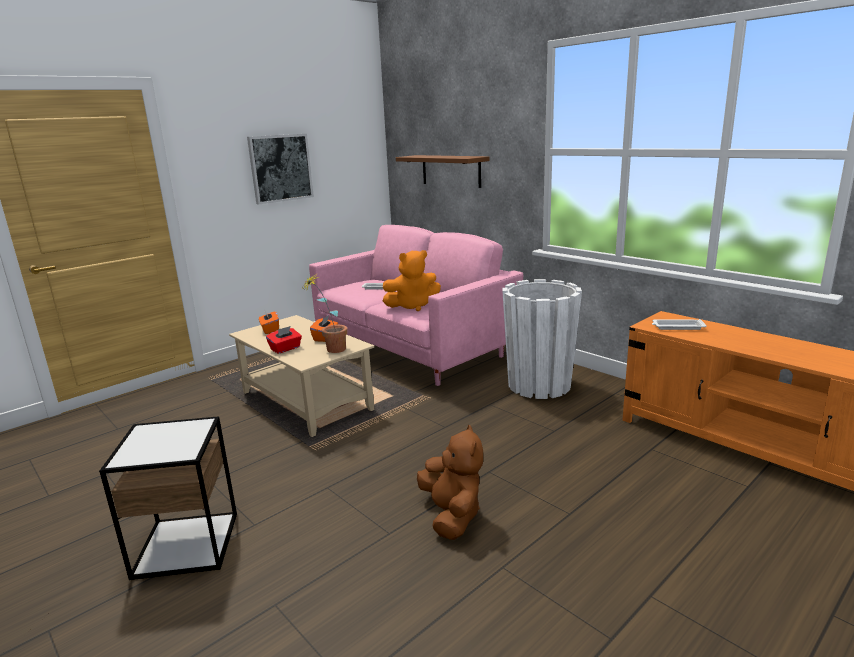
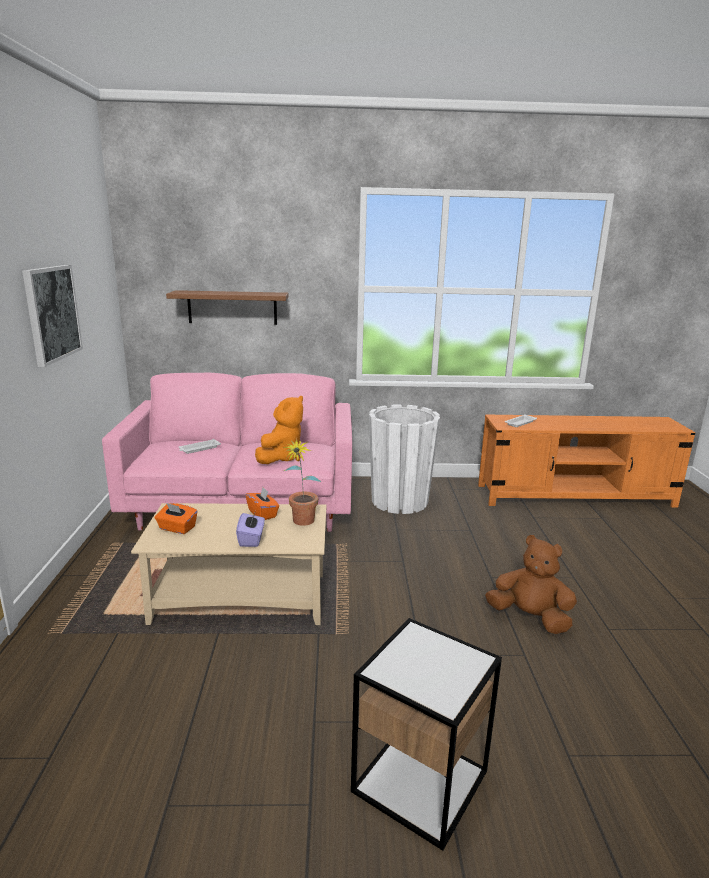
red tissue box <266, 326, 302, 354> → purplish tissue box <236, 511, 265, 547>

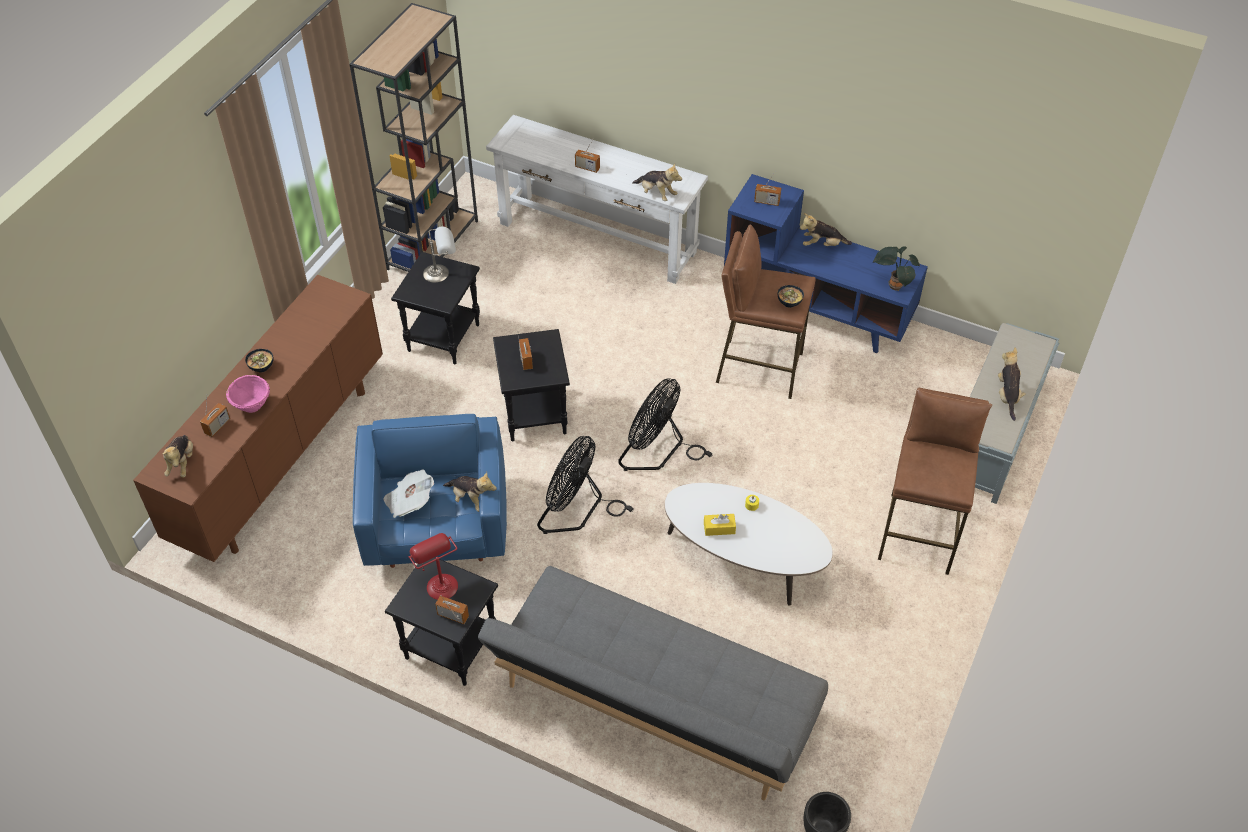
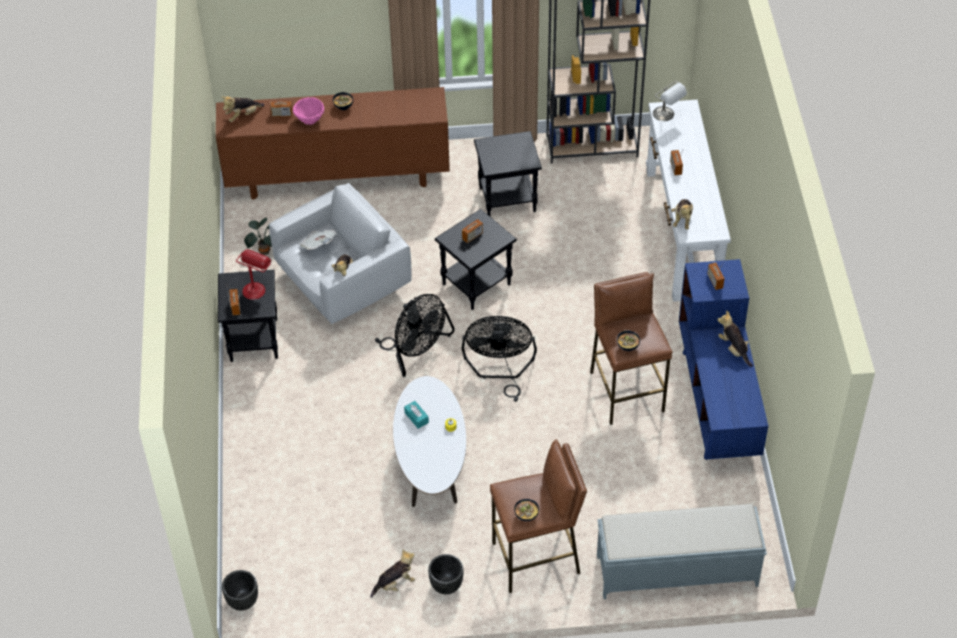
houseplant <873, 247, 920, 291> → houseplant <244, 218, 272, 255>, relocated
bluish armchair <353, 414, 507, 568> → white armchair <269, 183, 412, 324>
plush toy <998, 347, 1026, 421> → plush toy <370, 550, 415, 598>, relocated
black-coloured cooling fan <537, 436, 634, 534> → black-coloured cooling fan <375, 294, 455, 377>, 135 degrees clockwise
yellowish tissue box <704, 514, 736, 536> → blue-green tissue box <404, 401, 429, 429>
- → black-coloured planter <428, 554, 463, 594>
- → bowl <514, 499, 539, 521>
white table lamp <423, 227, 456, 283> → white table lamp <653, 81, 687, 121>, relocated
gray sofa <478, 566, 828, 800> → -

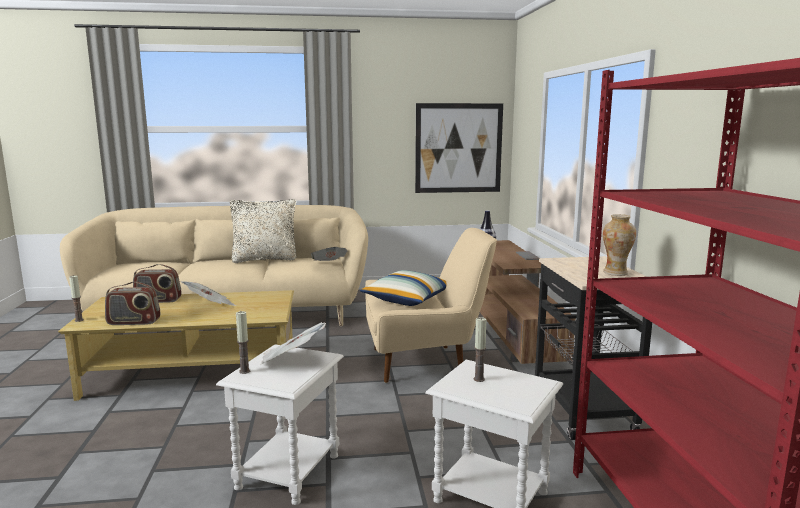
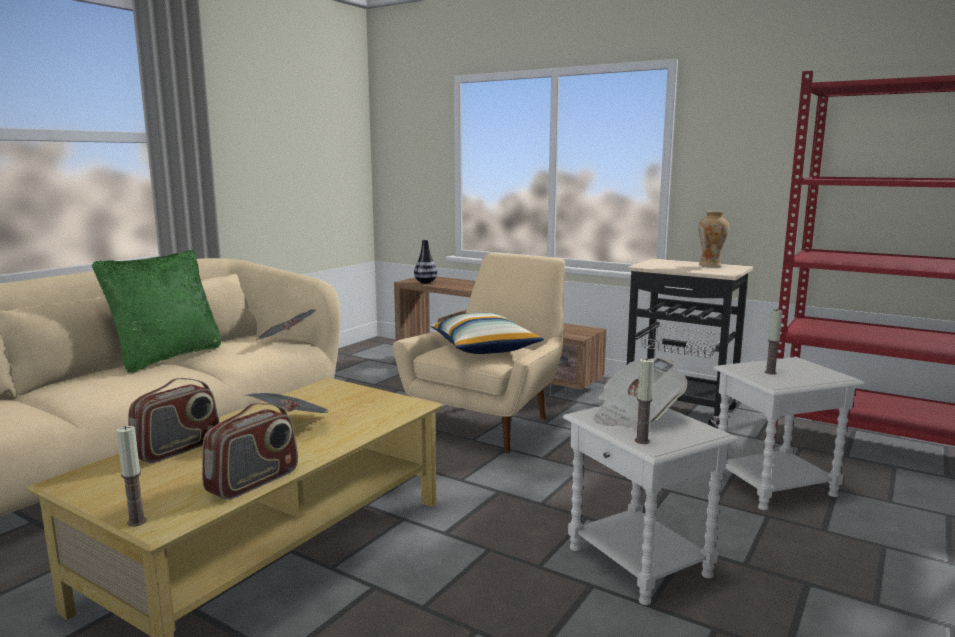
beige-coloured pillow <230, 199, 297, 263> → green pillow <92, 250, 221, 373>
wall picture <415, 103, 503, 193> → -

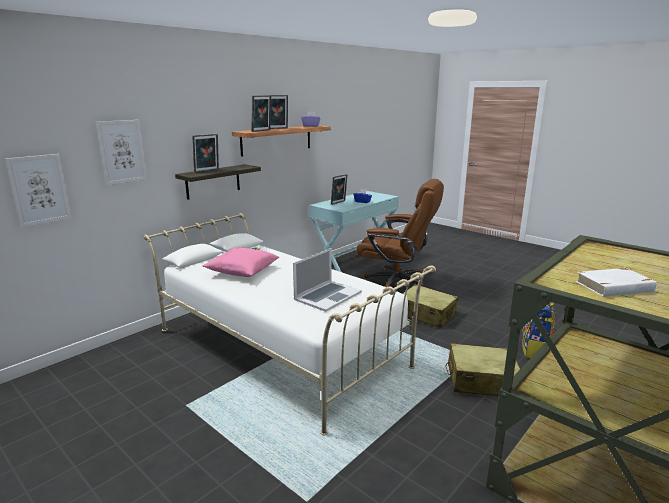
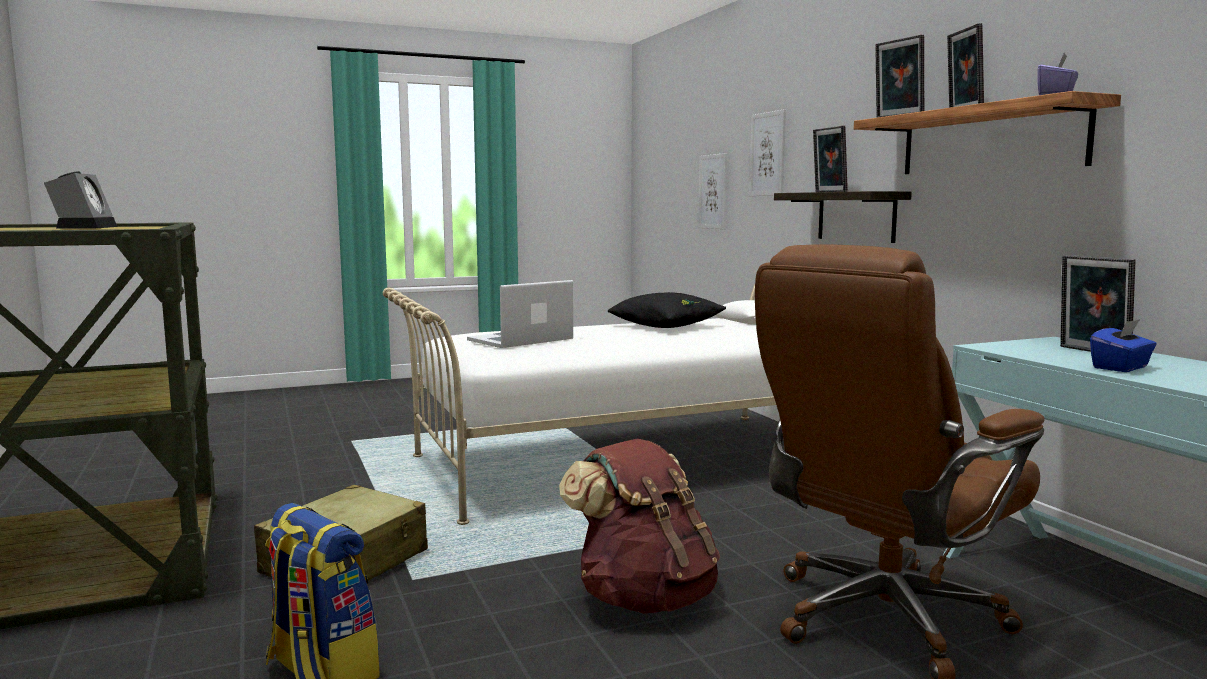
white bound book <576, 268, 657, 297> → bedside clock <44, 171, 117, 229>
notebook computer <293, 248, 362, 312> → notebook computer <467, 280, 573, 348>, 75 degrees clockwise
beige-coloured travel case <402, 284, 458, 328> → brown knapsack <559, 439, 720, 614>
pink-coloured pillow <203, 247, 279, 277> → black-coloured pillow <608, 292, 726, 328>

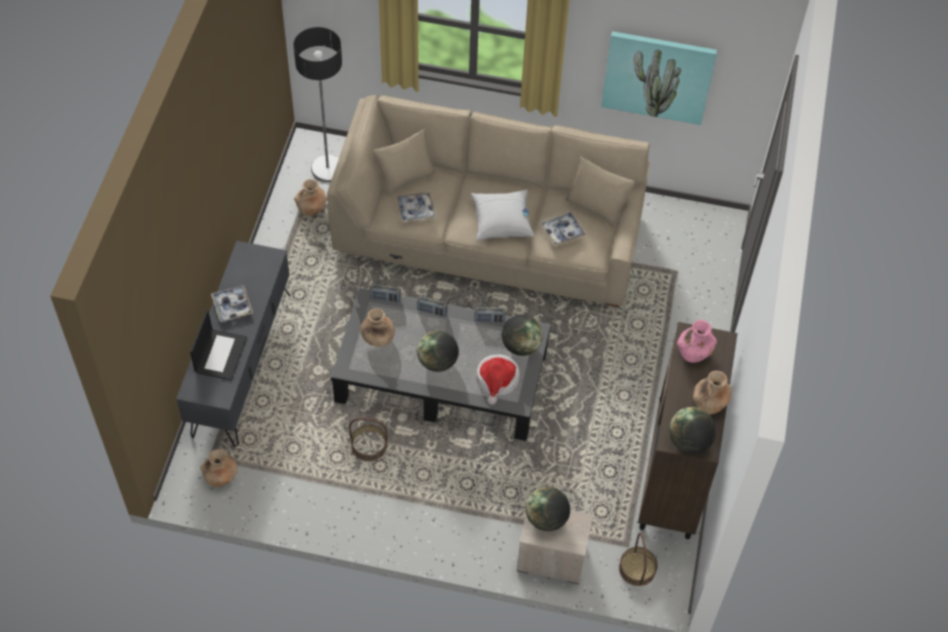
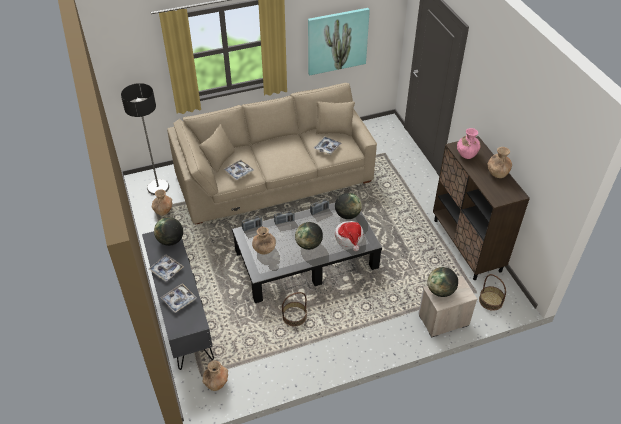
desk globe <669, 407, 716, 454> → desk globe <154, 217, 183, 246>, relocated
notebook computer <190, 310, 247, 380> → carrying tray <161, 283, 197, 313>
gray pillow <471, 189, 534, 240> → -

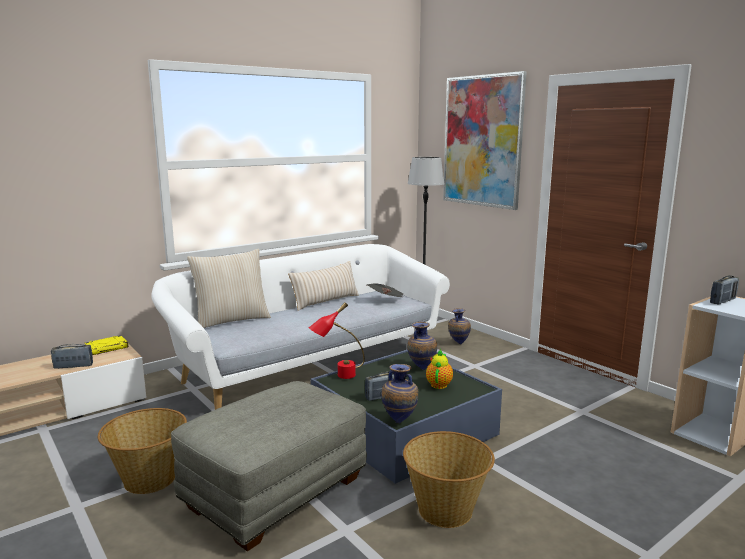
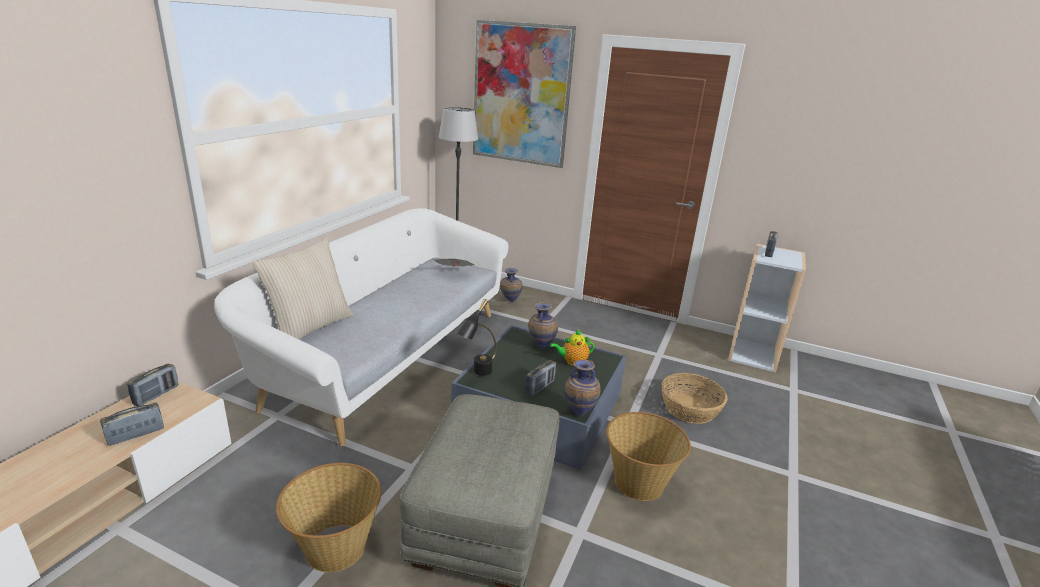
yellowish bound book <85, 335, 128, 355> → radio <127, 364, 178, 406>
red table lamp <309, 303, 365, 379> → black-coloured table lamp <454, 299, 497, 376>
tea pot <426, 349, 453, 389> → tea pot <550, 330, 594, 366>, 90 degrees counterclockwise
- → household basket <662, 373, 728, 424>
beige-coloured pillow <288, 261, 359, 311> → -

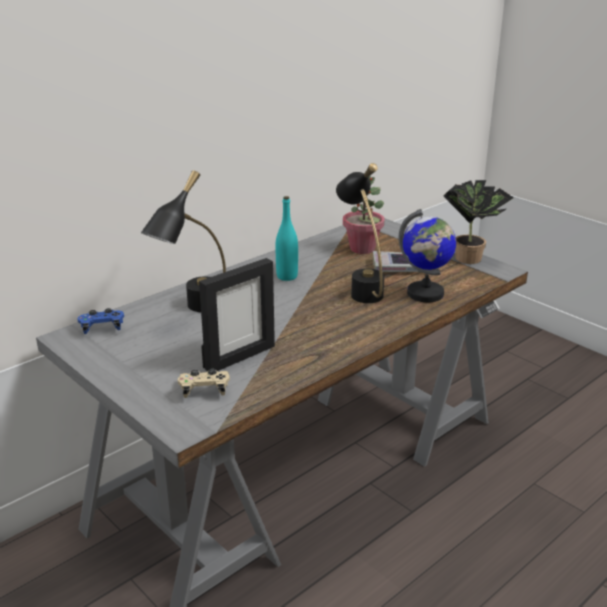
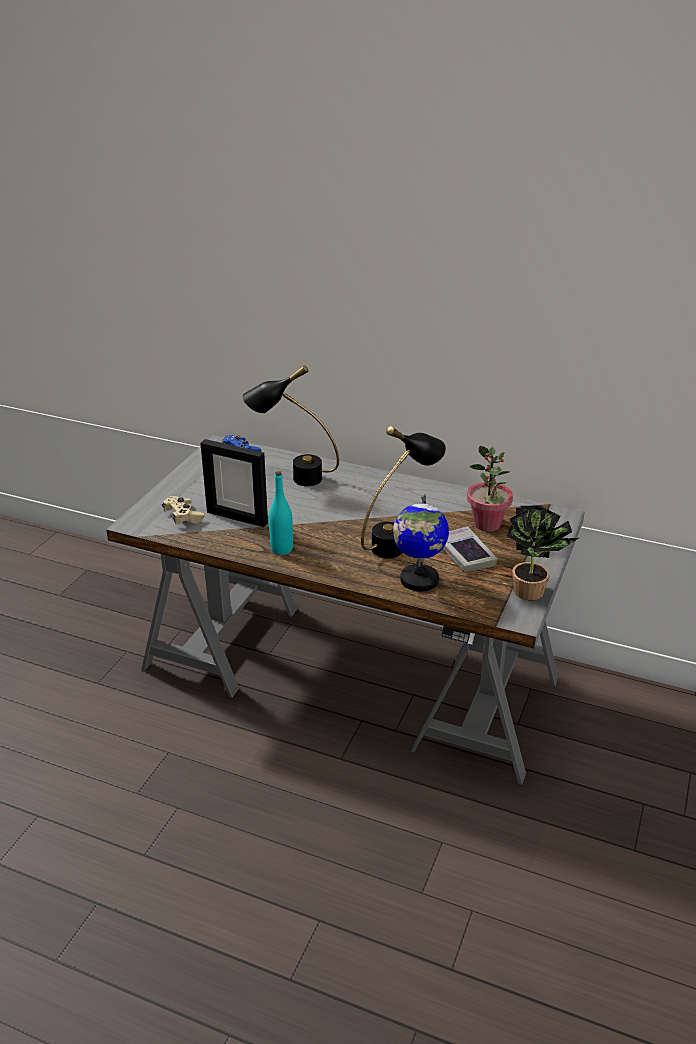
blue-green drink bottle <276, 196, 298, 281> → blue-green drink bottle <269, 471, 293, 555>, relocated

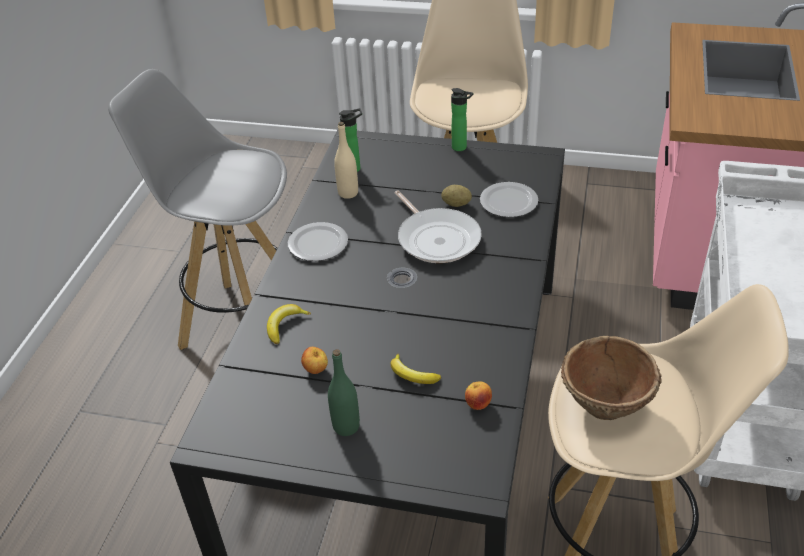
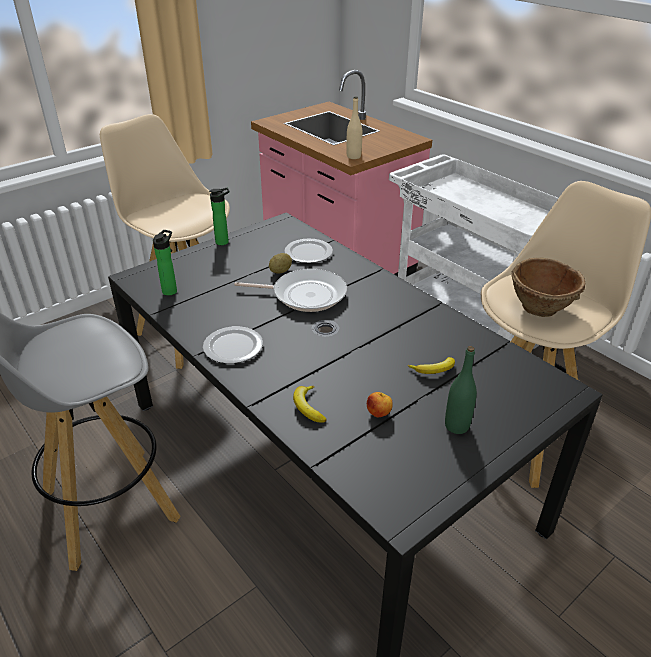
beige-coloured drink bottle <334, 122, 358, 199> → beige-coloured drink bottle <346, 96, 362, 159>, relocated
apple <465, 381, 492, 410> → -

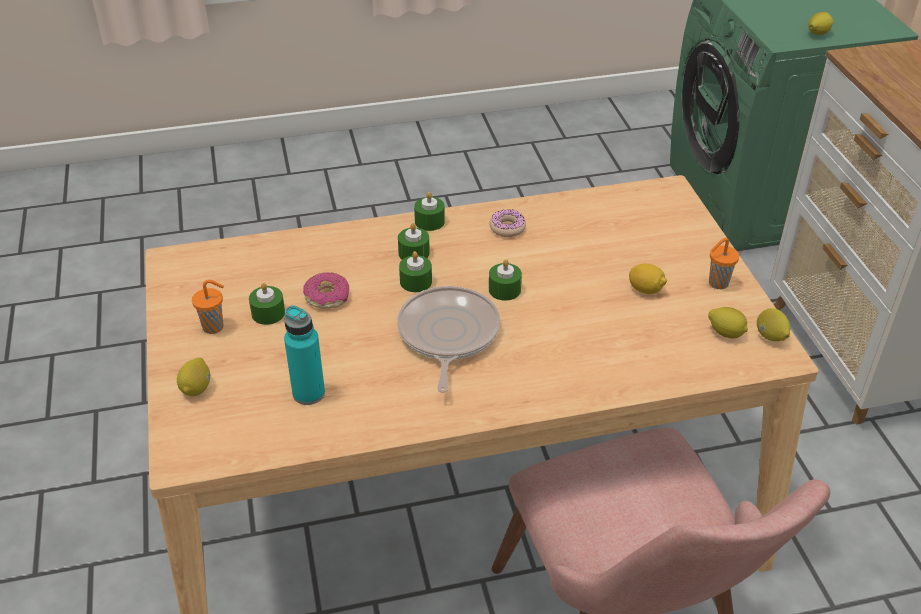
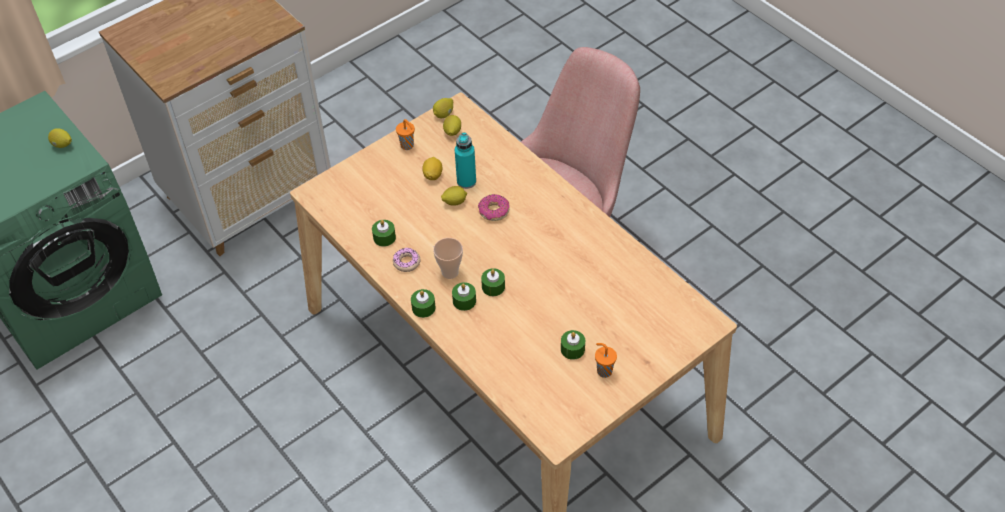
green candle <489, 259, 522, 301> → green candle <372, 220, 396, 247>, relocated
- → drinking cup <433, 238, 463, 279>
whole lemon <177, 358, 210, 396> → whole lemon <441, 186, 467, 206>, relocated
blue-green drink bottle <284, 305, 325, 405> → blue-green drink bottle <455, 132, 476, 189>, relocated
doughnut <303, 272, 349, 309> → doughnut <478, 194, 510, 221>, relocated
pan <397, 286, 500, 393> → -

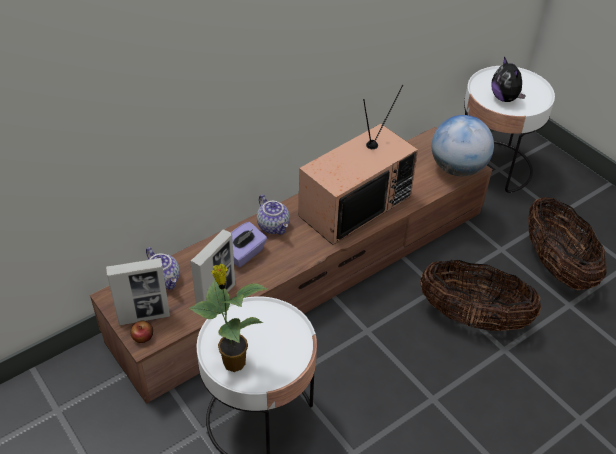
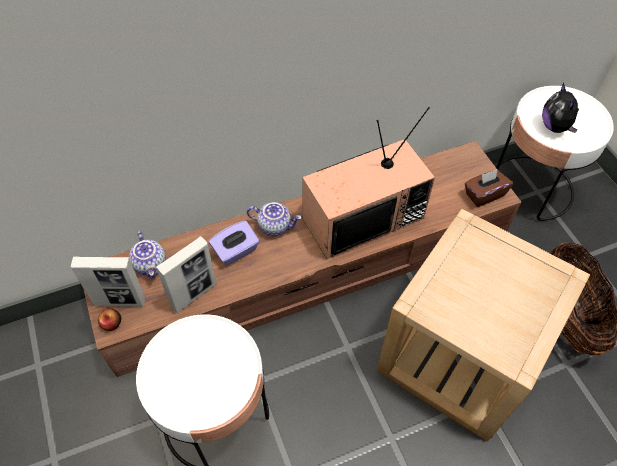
tea pot <257, 195, 290, 235> → tea pot <247, 202, 302, 236>, 60 degrees counterclockwise
household basket <420, 259, 542, 331> → beige-coloured accent table <377, 209, 590, 442>
desk globe <432, 115, 494, 177> → brown tissue box <465, 169, 513, 207>
houseplant <188, 264, 267, 372> → -

